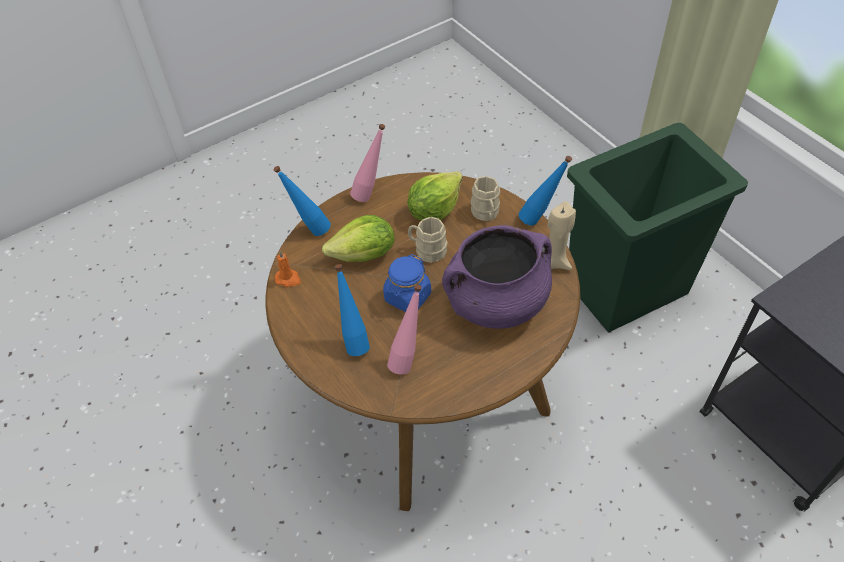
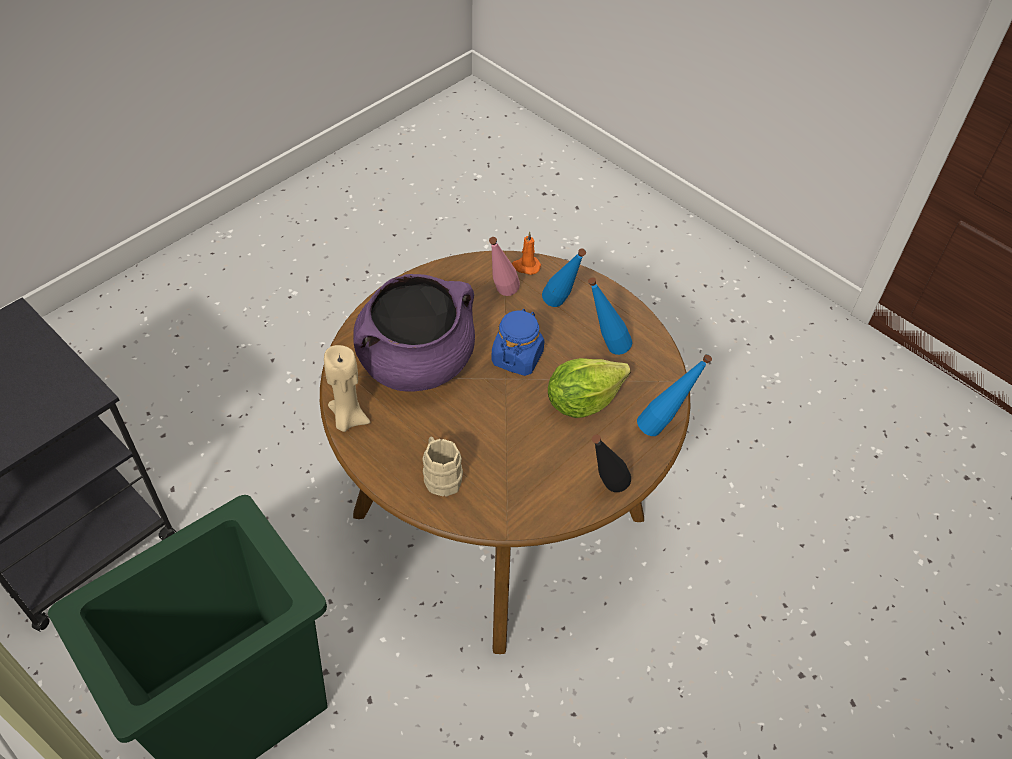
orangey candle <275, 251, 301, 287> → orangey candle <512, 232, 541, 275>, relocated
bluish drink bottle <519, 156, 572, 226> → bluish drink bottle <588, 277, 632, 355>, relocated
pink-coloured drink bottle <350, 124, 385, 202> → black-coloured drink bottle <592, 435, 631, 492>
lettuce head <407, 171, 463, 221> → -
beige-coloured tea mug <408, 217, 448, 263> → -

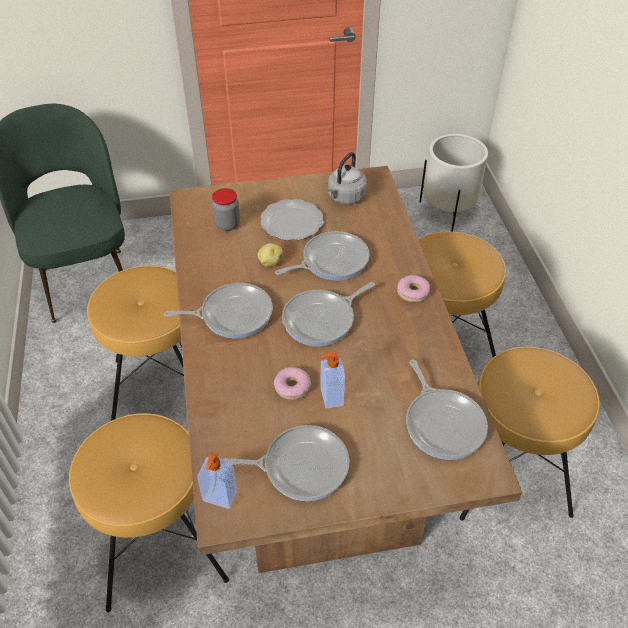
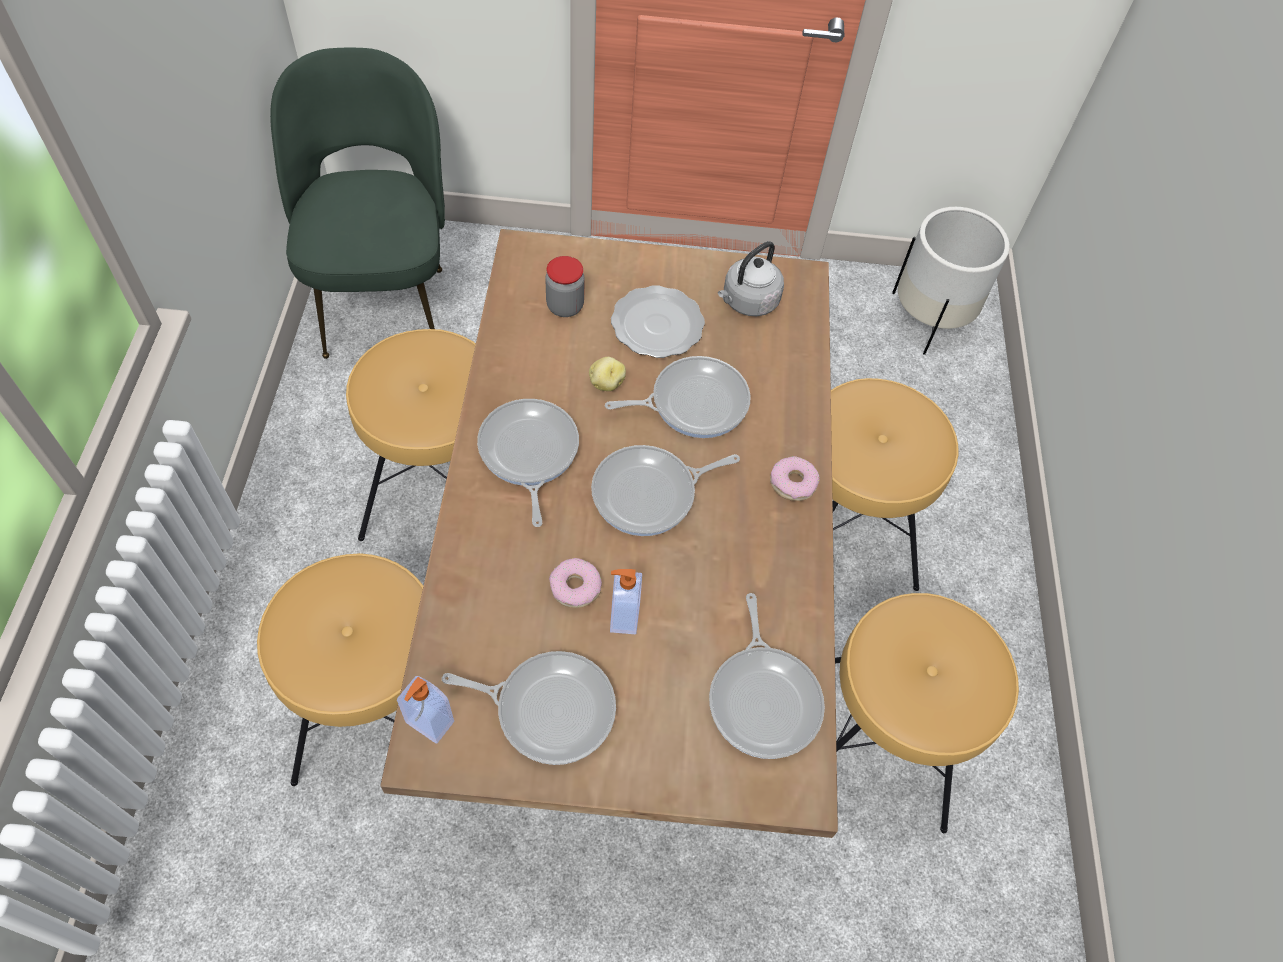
pan <164, 283, 273, 338> → pan <477, 399, 579, 527>, 105 degrees counterclockwise

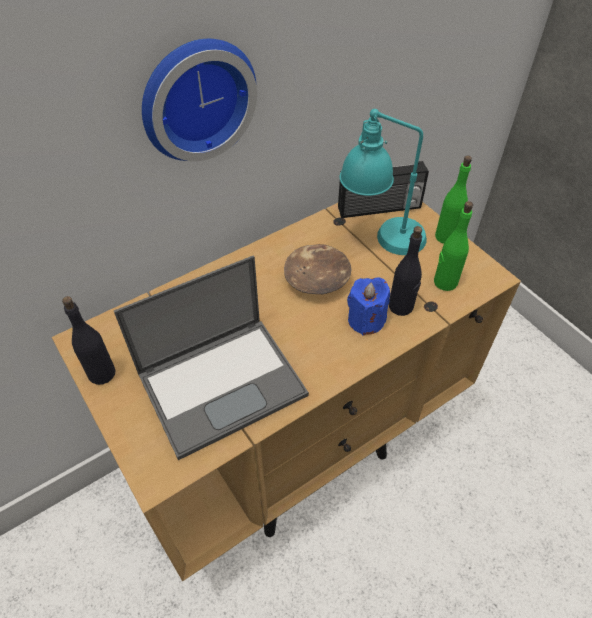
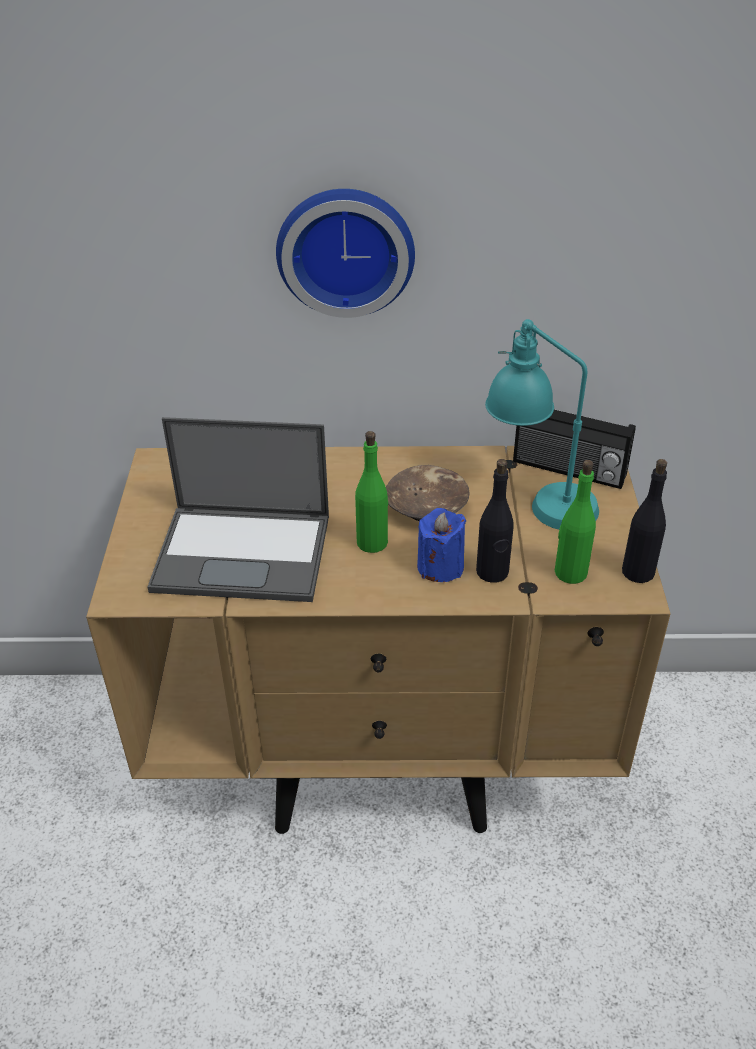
green drink bottle <435, 156, 472, 244> → green drink bottle <355, 431, 388, 553>, relocated
black-coloured drink bottle <62, 296, 116, 385> → black-coloured drink bottle <622, 459, 667, 583>, relocated

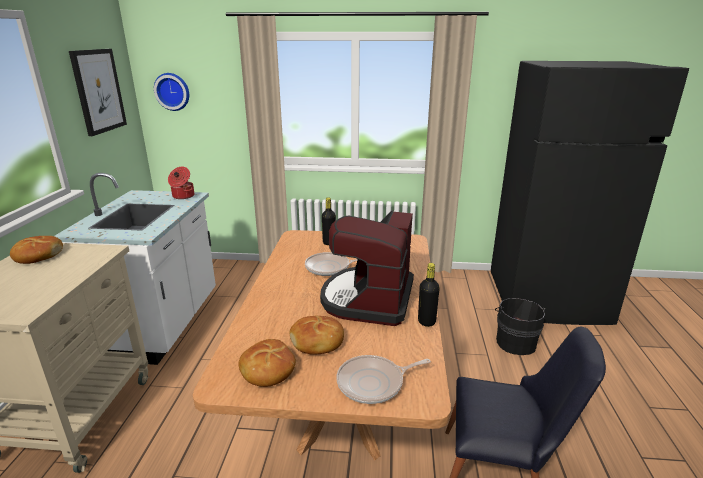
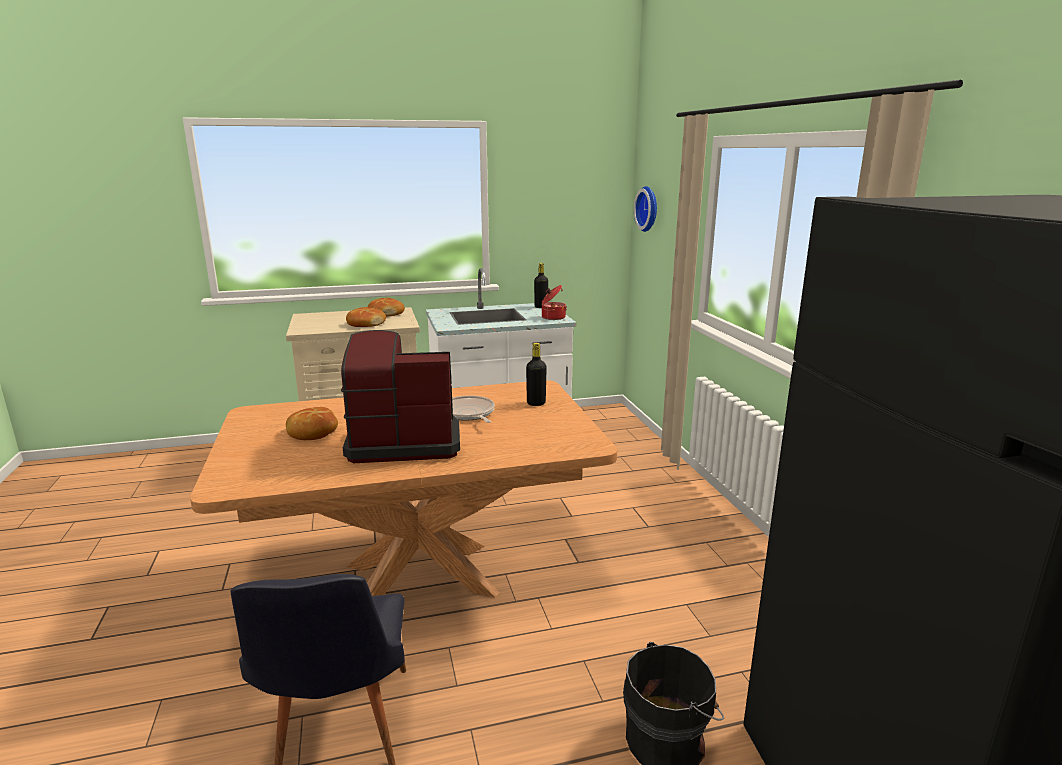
bread <238, 339, 296, 387> → bread <346, 307, 386, 327>, relocated
black-coloured drink bottle <418, 263, 440, 327> → black-coloured drink bottle <534, 263, 548, 308>, relocated
wall picture <69, 49, 127, 136> → -
pan <336, 355, 431, 404> → -

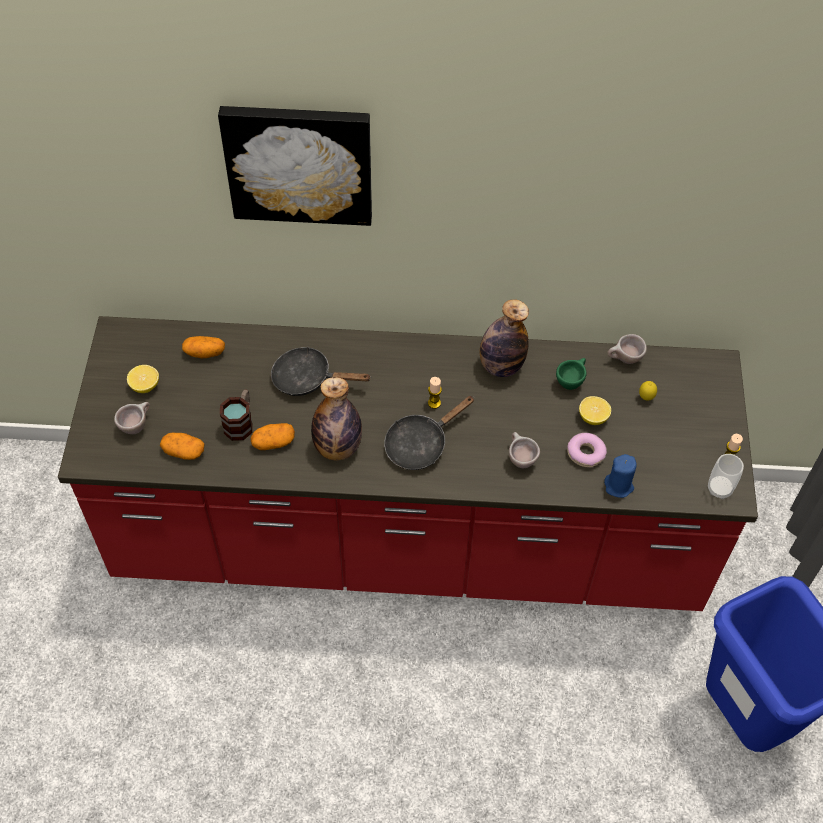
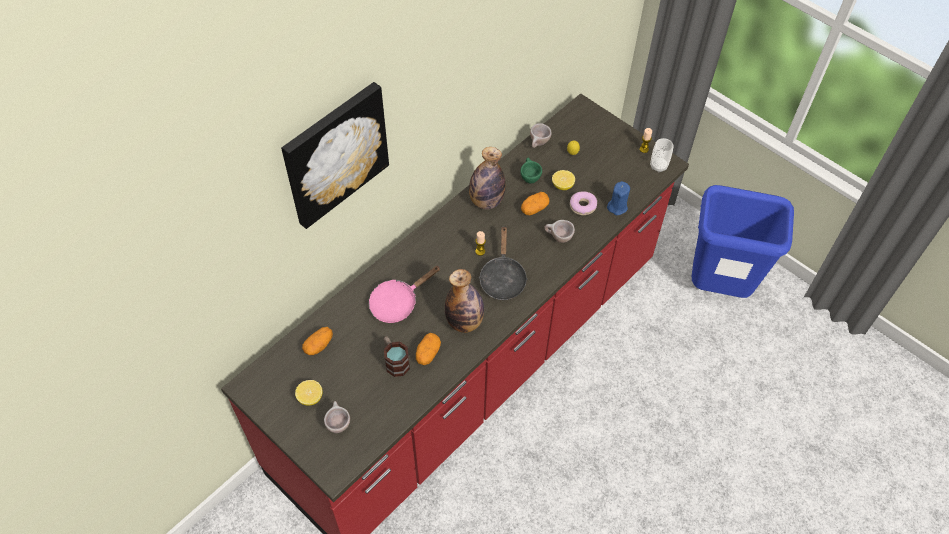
black-coloured pan <271, 347, 371, 396> → pink-coloured pan <369, 266, 440, 323>
whole potato <160, 433, 204, 460> → whole potato <521, 192, 549, 215>, relocated

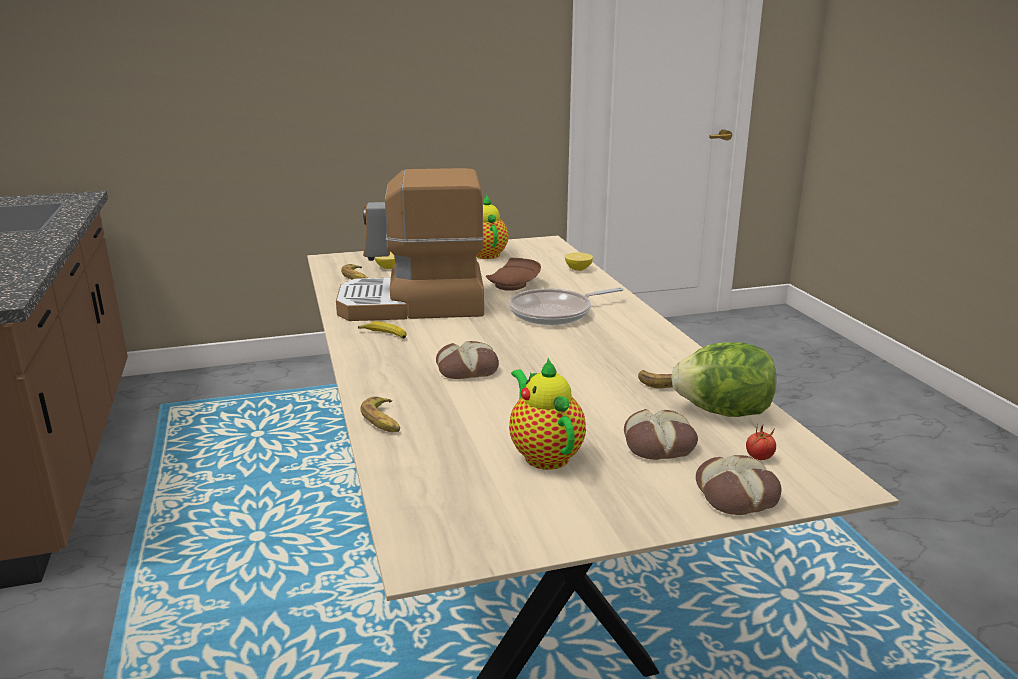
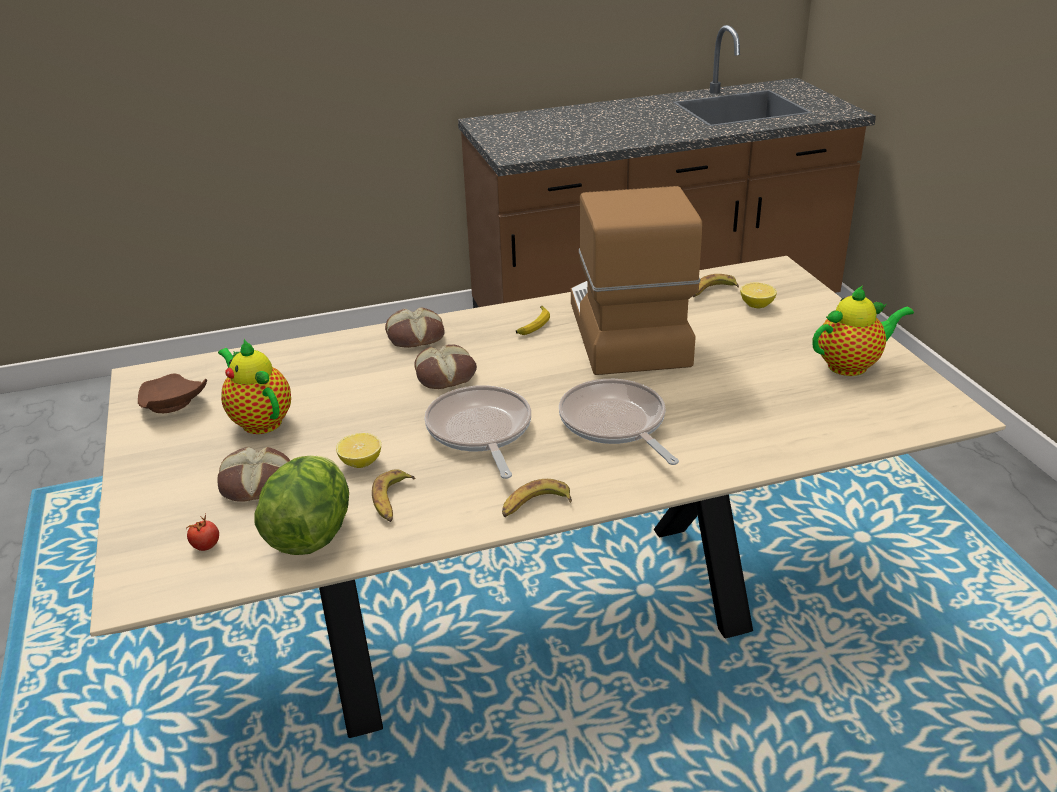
brown flat dish <486, 258, 541, 291> → brown flat dish <138, 373, 207, 413>, relocated
tea pot <509, 358, 586, 470> → tea pot <218, 339, 291, 434>, 105 degrees counterclockwise
whole lemon <565, 252, 593, 271> → whole lemon <336, 433, 381, 468>, relocated
bread <696, 455, 782, 515> → bread <385, 307, 445, 348>, relocated
- → pan <425, 385, 531, 479>
whole banana <361, 396, 400, 432> → whole banana <502, 479, 572, 517>, relocated

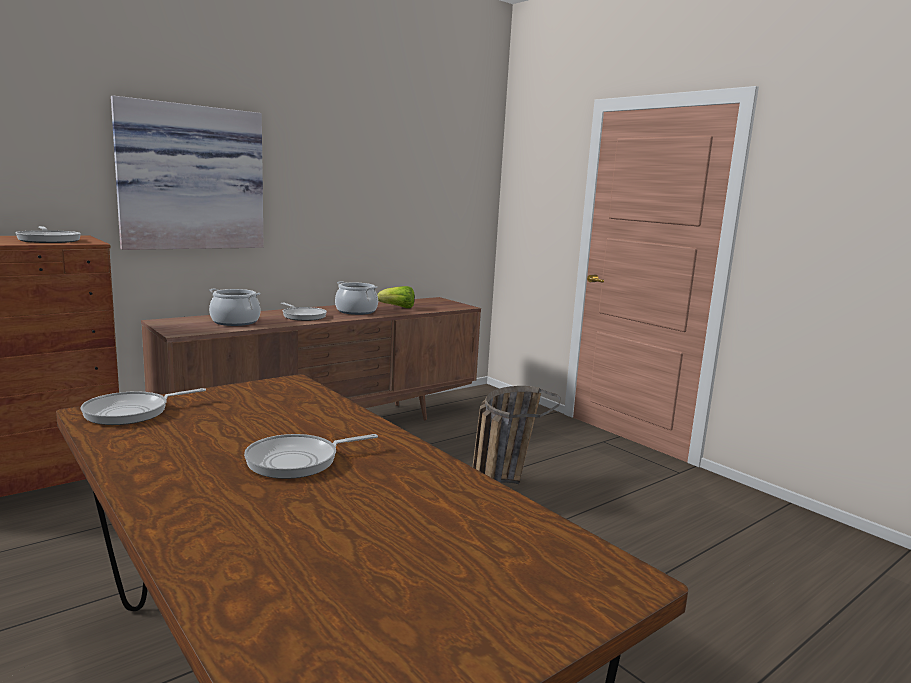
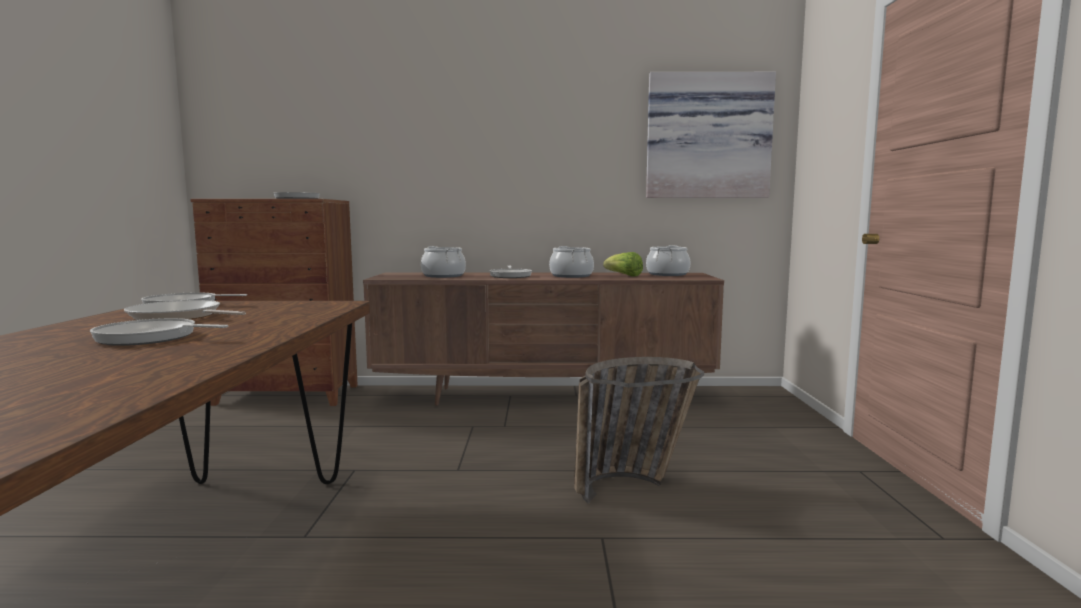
- → pan <124, 300, 246, 320>
wall picture <111, 96, 264, 250> → wall picture <646, 72, 776, 198>, relocated
- → saucepot <646, 245, 690, 276>

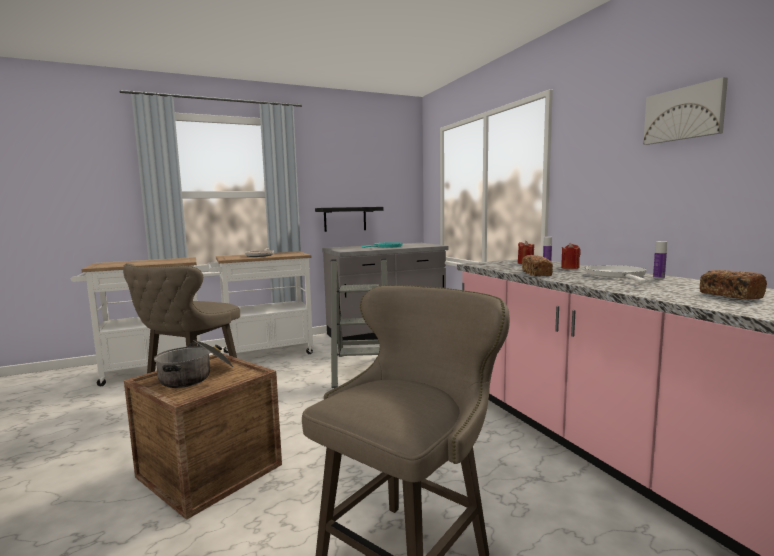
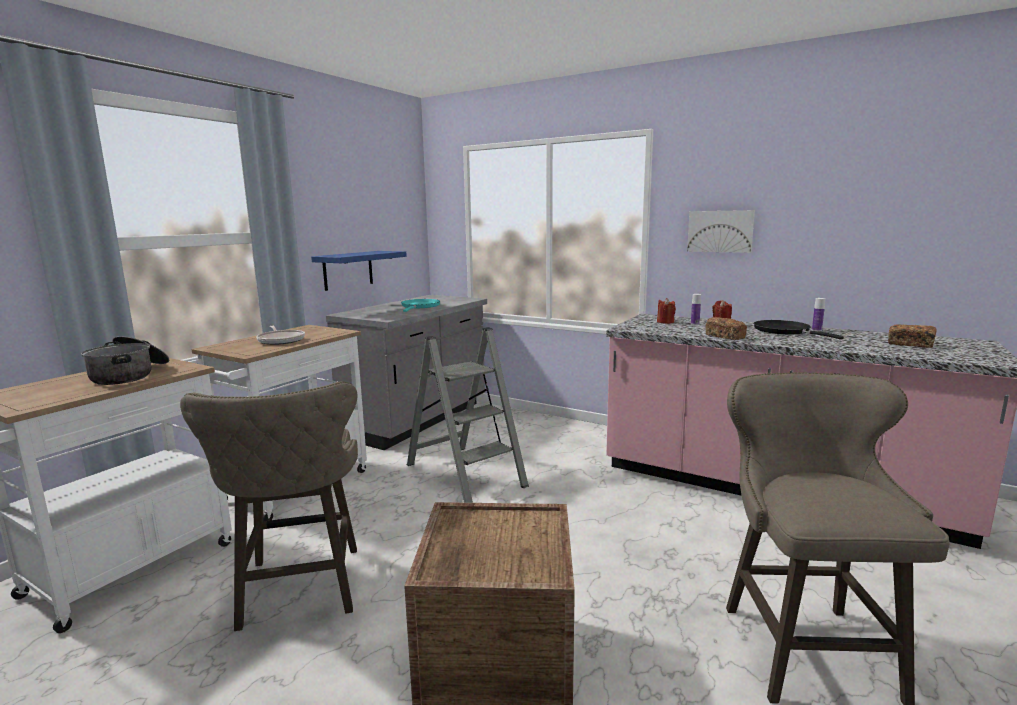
saucepot <154, 340, 233, 388> → saucepot <81, 336, 169, 385>, relocated
black-coloured bracket shelf <315, 207, 383, 232> → bluish bracket shelf <311, 251, 407, 291>
wall picture <643, 77, 728, 145> → wall picture <687, 210, 755, 253>, relocated
white pan <585, 265, 647, 283> → black-coloured pan <754, 320, 844, 339>

